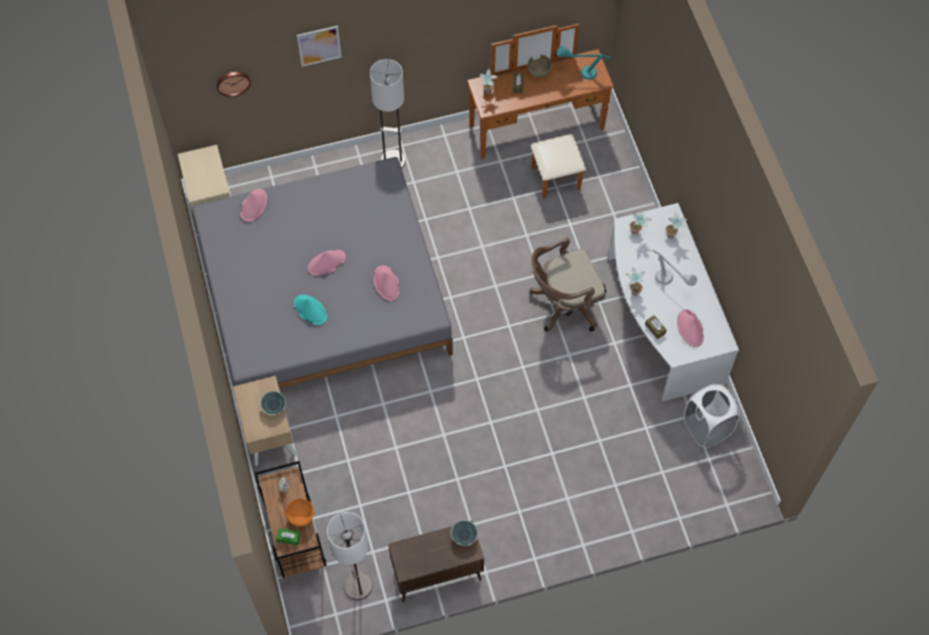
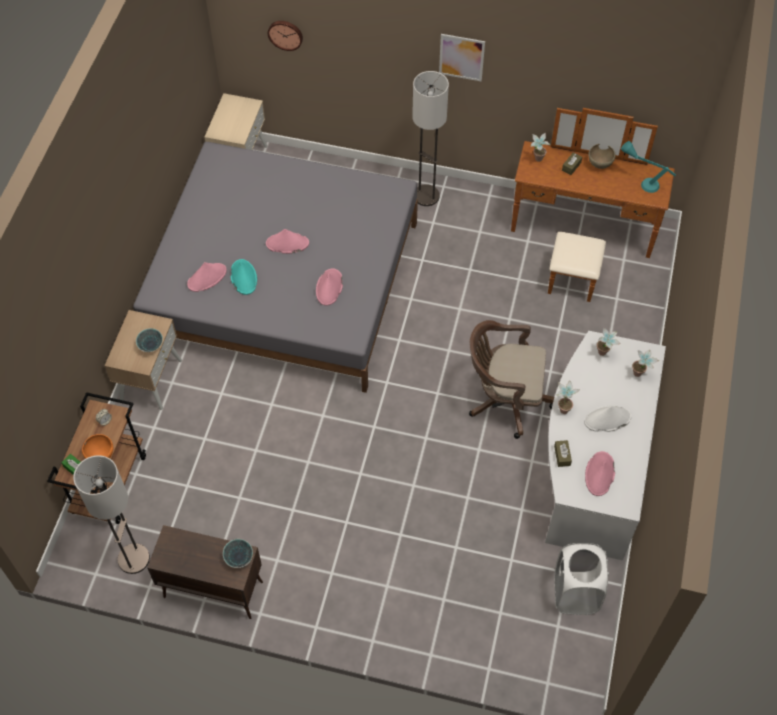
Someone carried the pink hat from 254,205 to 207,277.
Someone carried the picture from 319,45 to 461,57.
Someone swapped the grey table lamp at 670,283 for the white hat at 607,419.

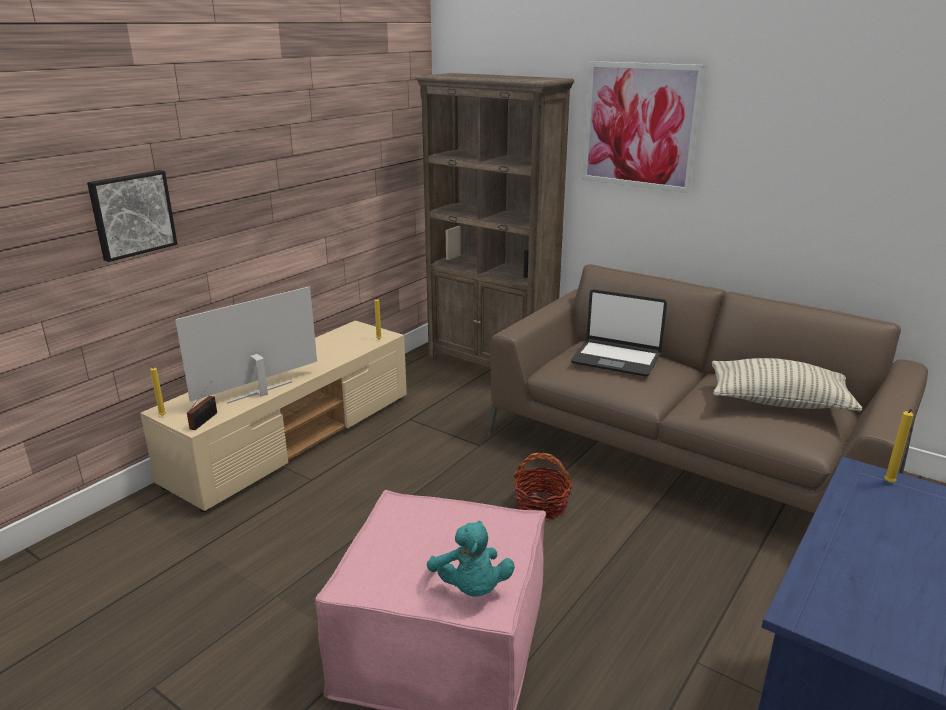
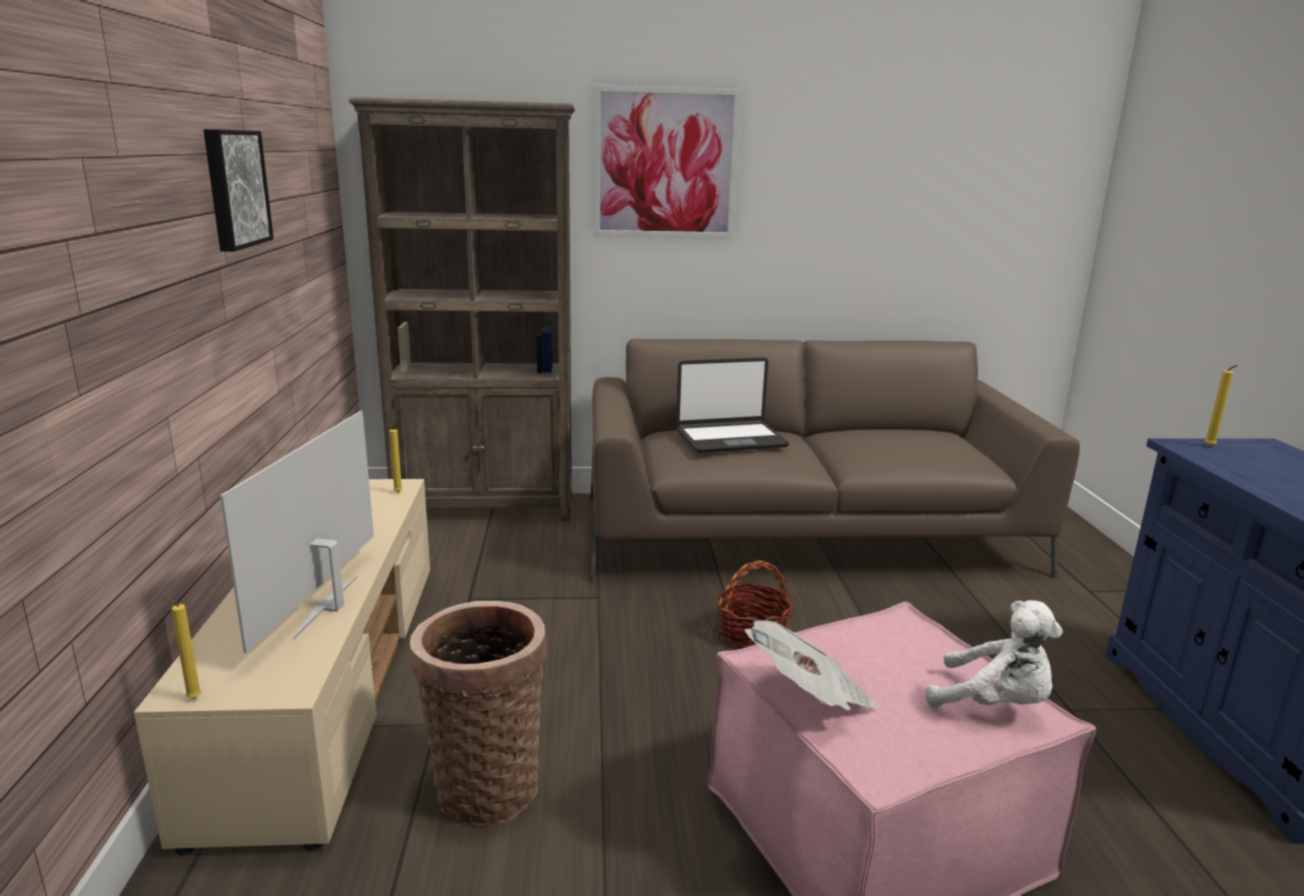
Someone carried the picture from 132,214 to 234,188.
Someone took away the radio at 205,420.
Someone repainted the turquoise plush toy at 471,589, which became the white plush toy at 994,704.
Someone took away the pillow at 778,402.
Someone put down the basket at 486,785.
Someone put down the newspaper at 808,696.

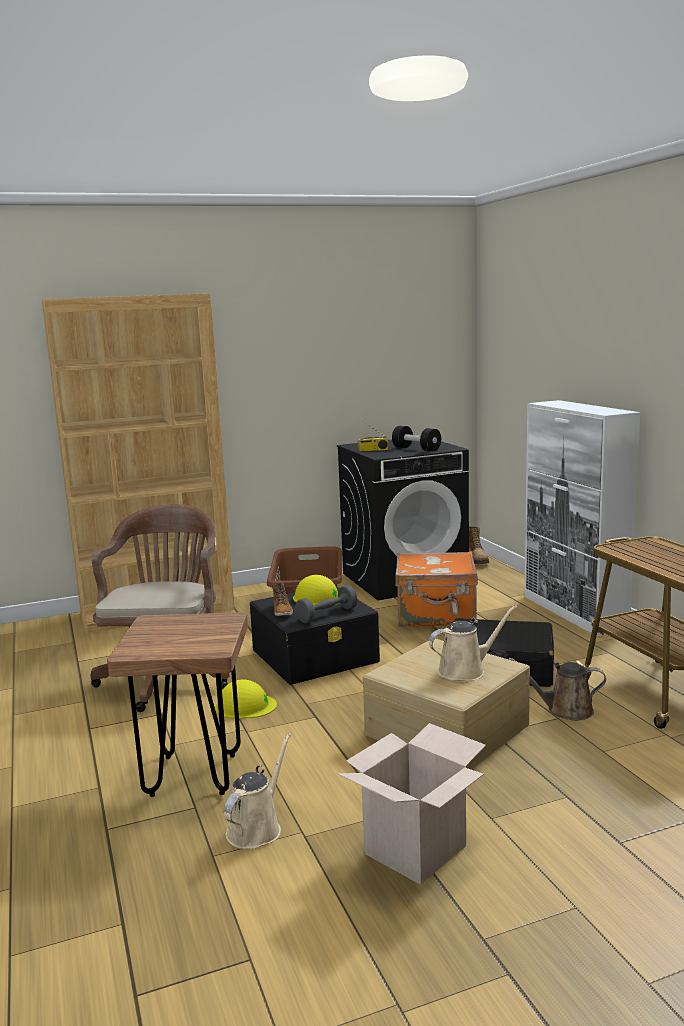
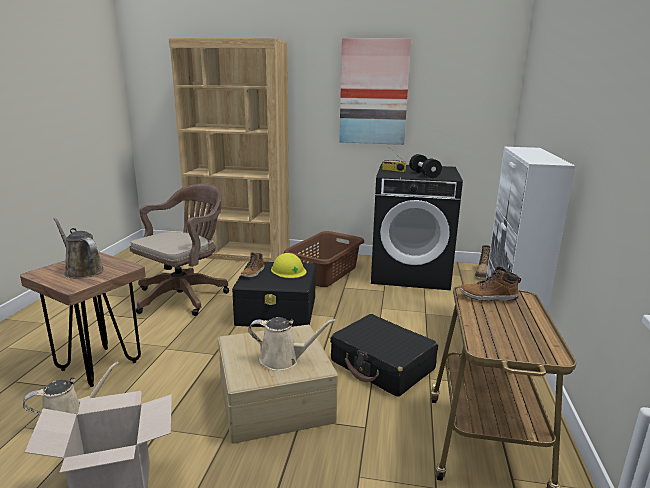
Someone took away the yellow hard hat at 245,706.
Someone took away the grey dumbbell at 327,615.
Someone took away the orange suitcase at 436,616.
Someone carried the brown watering can from 565,710 to 82,270.
Someone put up the picture at 374,92.
Someone put down the boot at 488,297.

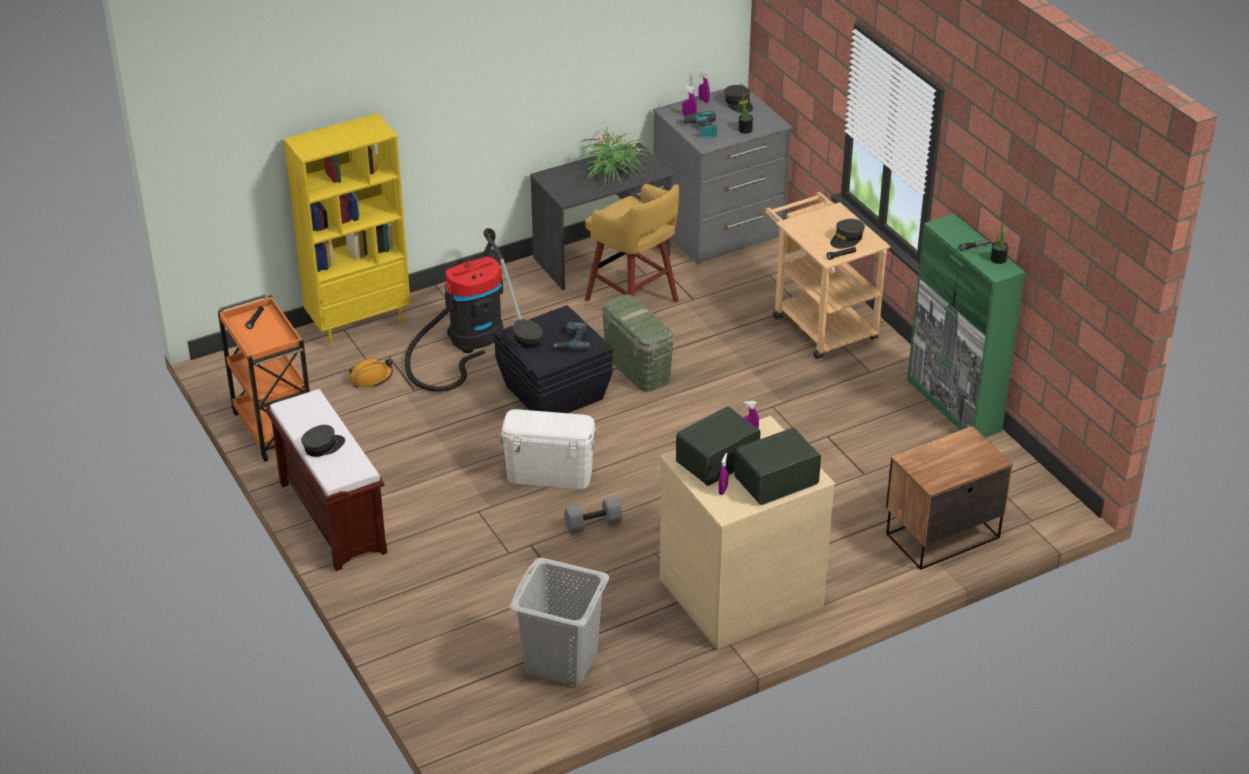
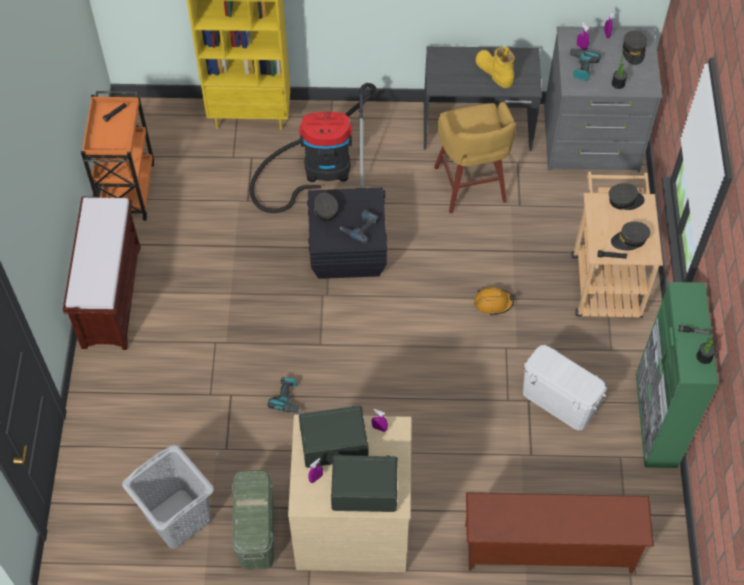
Someone carried the grey cap from 323,446 to 625,200.
Someone carried the orange hard hat from 371,378 to 493,303.
Someone carried the white storage box from 549,474 to 558,401.
Someone swapped the grey dumbbell at 593,525 for the power drill at 288,398.
Someone swapped the potted plant at 612,171 for the yellow boot at 494,72.
Someone carried the green storage box from 637,368 to 256,532.
Someone swapped the nightstand at 940,535 for the brown shoe rack at 548,550.

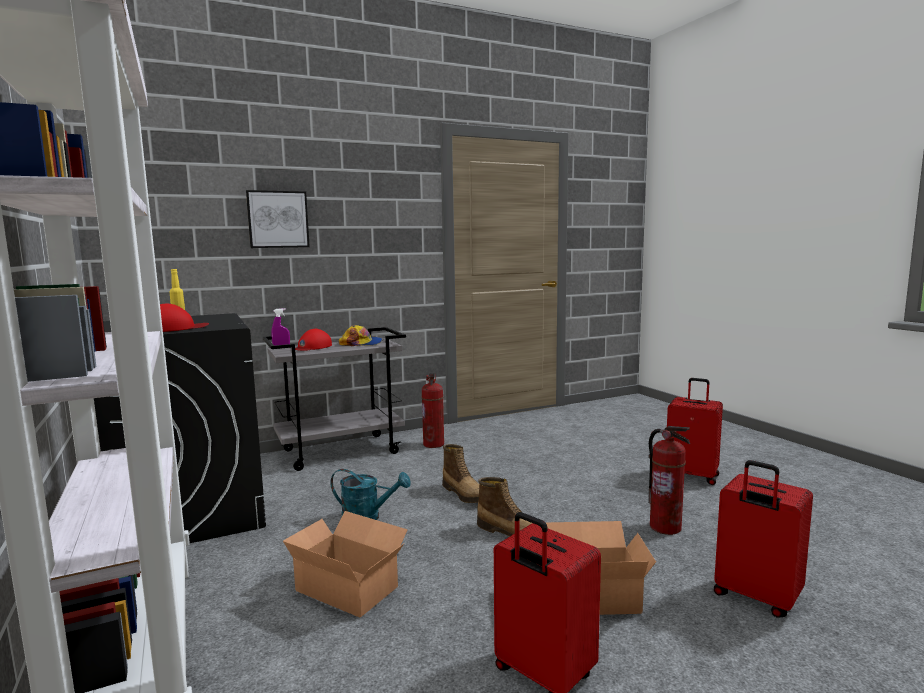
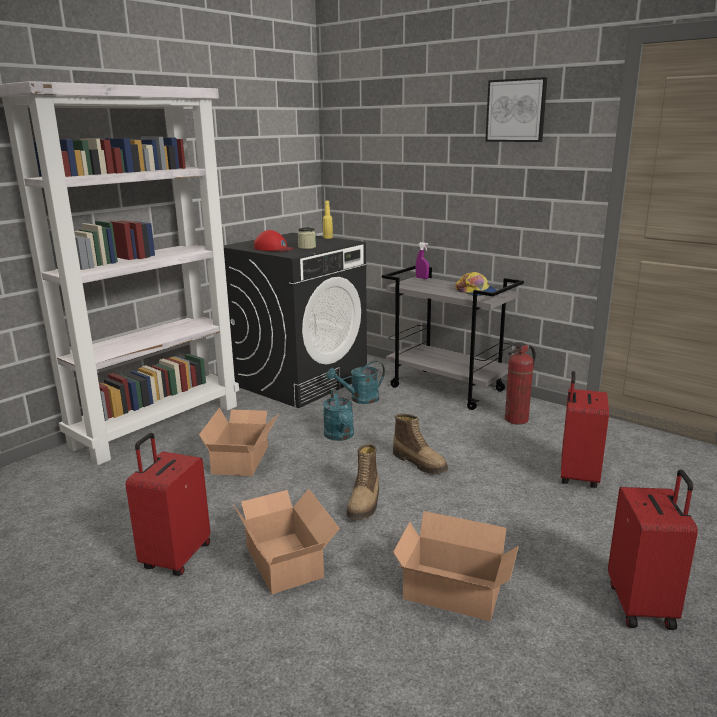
Someone carried the picture from 278,219 to 516,110.
Someone took away the red cap at 312,347.
Someone rotated the boot at 464,494 by 75 degrees counterclockwise.
Someone swapped the fire extinguisher at 665,527 for the cardboard box at 454,594.
Someone carried the red suitcase from 755,598 to 577,476.
Someone put down the jar at 307,247.
Someone put down the turquoise watering can at 359,399.

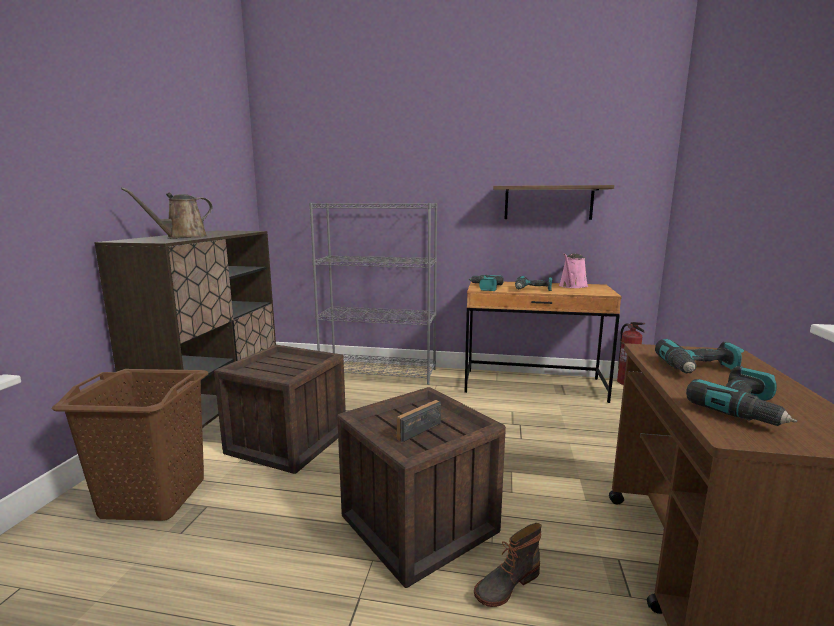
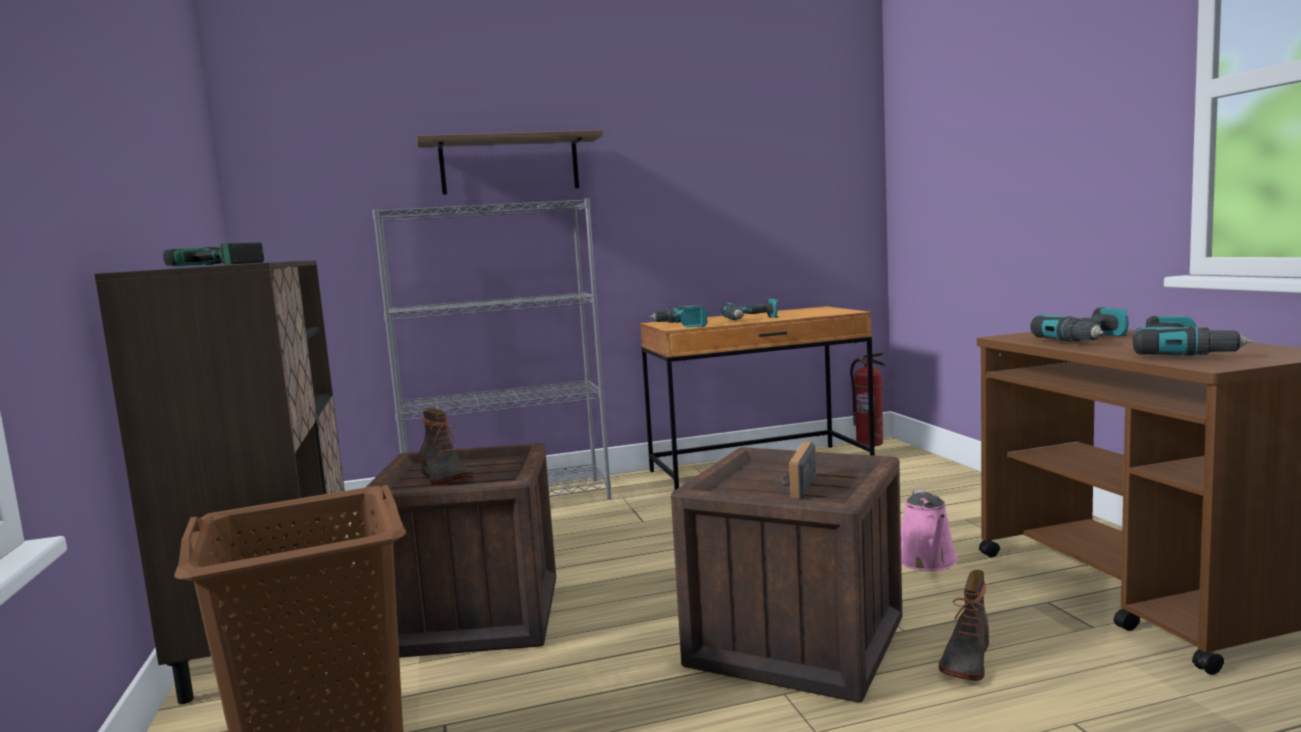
Someone swapped the brown watering can at 182,237 for the power drill at 234,264.
Someone carried the shelf from 548,203 to 509,165.
Someone carried the pink watering can from 572,286 to 928,562.
Someone put down the boot at 444,477.

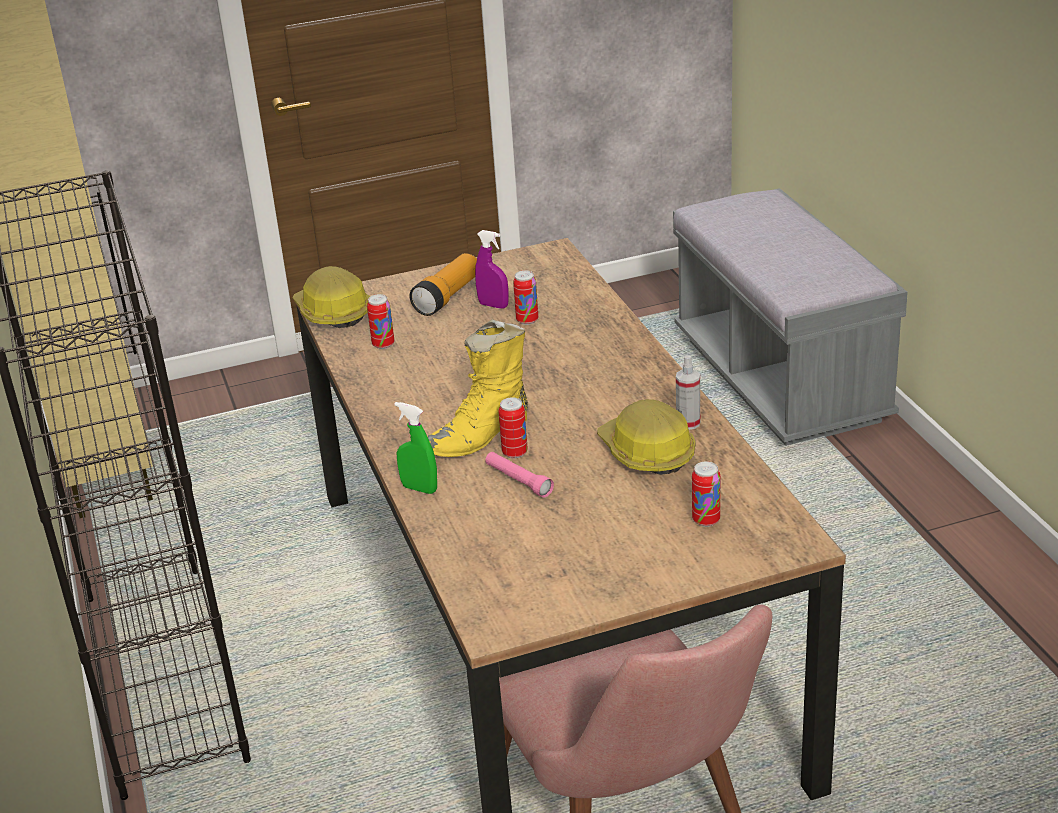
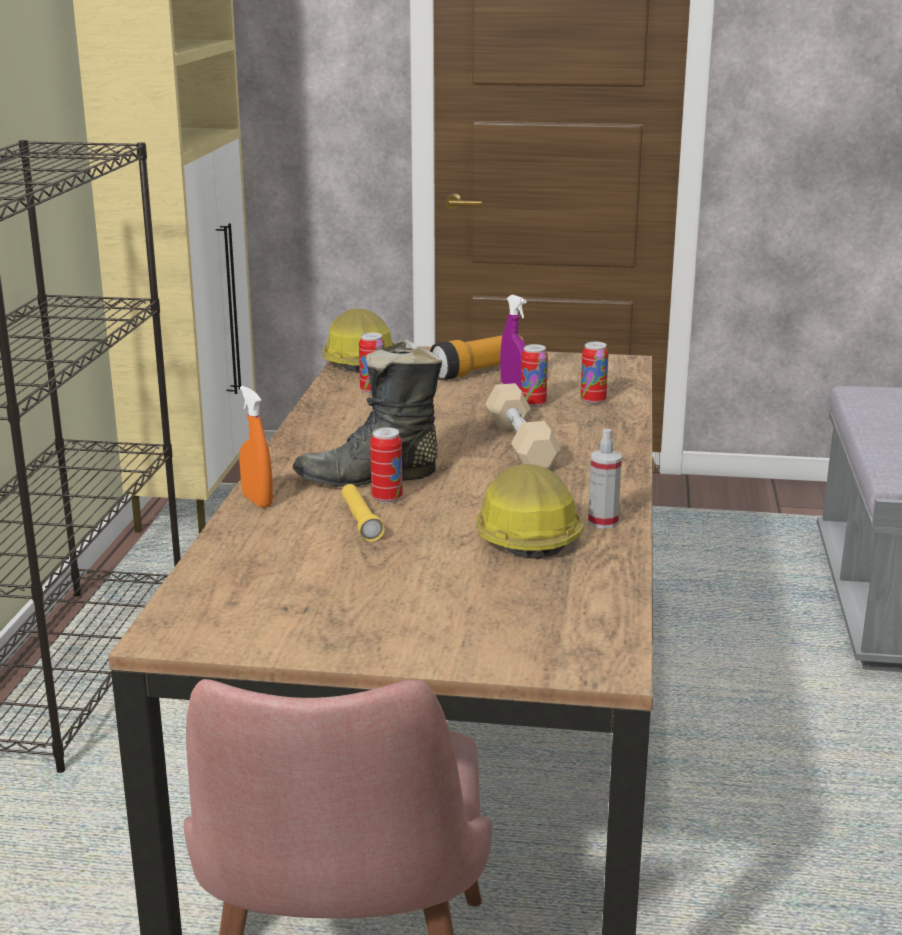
Someone repainted the green spray bottle at 419,488, which became the orange spray bottle at 257,501.
Someone repainted the yellow boot at 481,437, which became the black boot at 370,478.
Someone repainted the pink flashlight at 518,481, which became the yellow flashlight at 360,521.
Someone carried the can from 706,520 to 593,401.
Someone put down the beige dumbbell at 521,444.

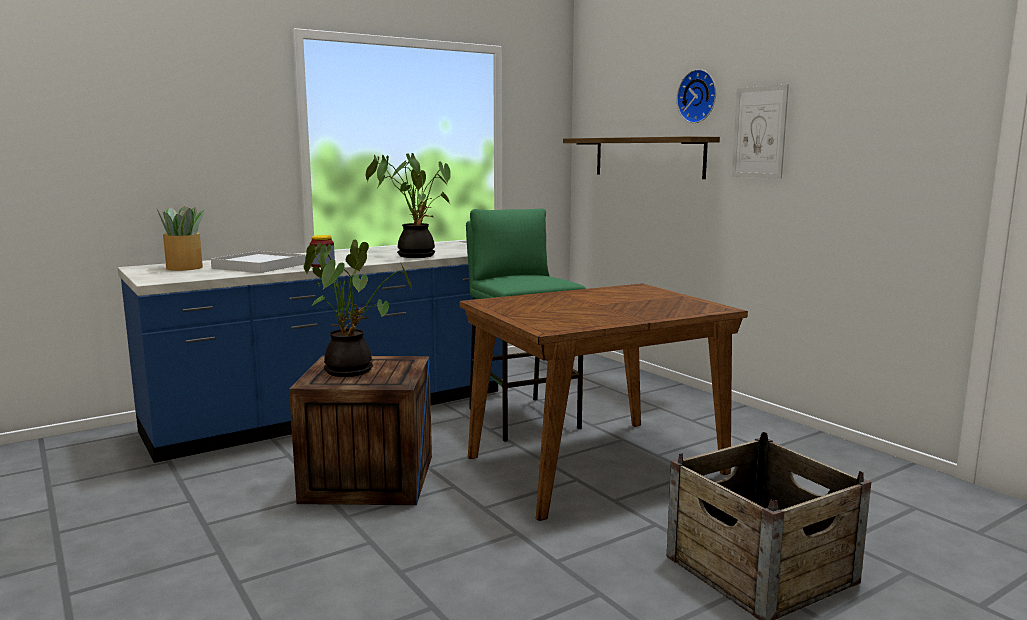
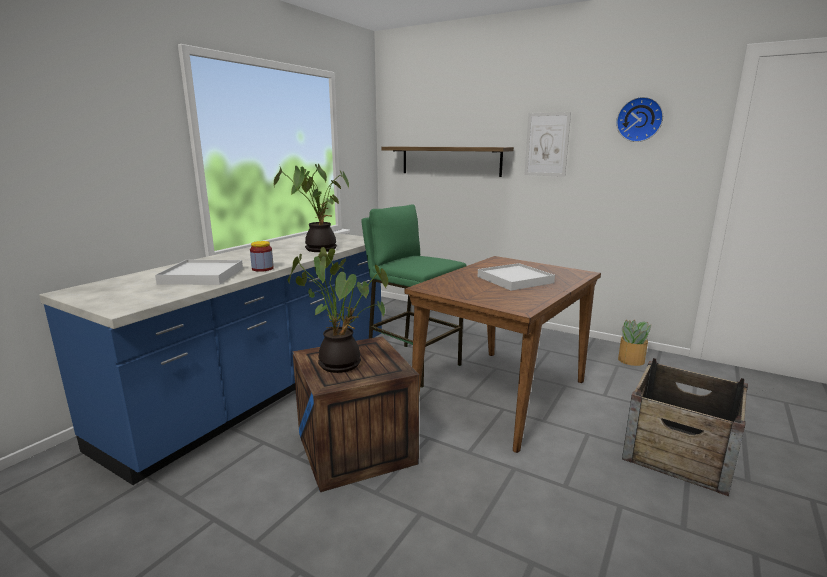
Someone carried the potted plant from 184,267 to 630,360.
Someone carried the wall clock from 699,96 to 639,119.
Someone put down the white tray at 515,279.

